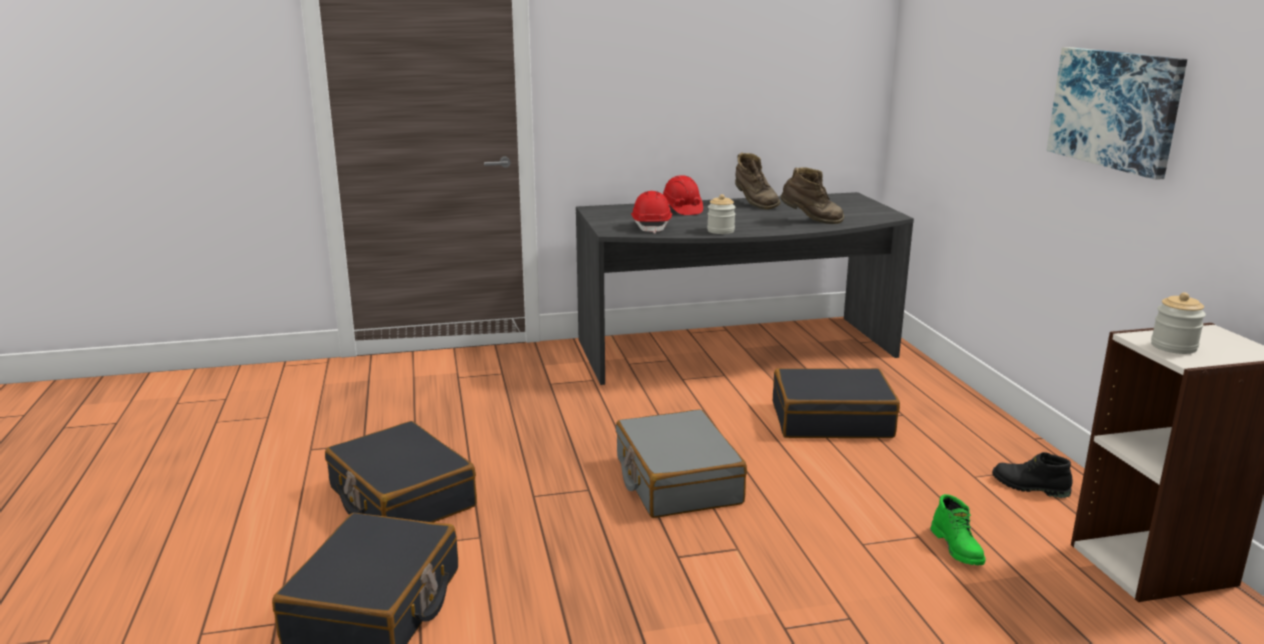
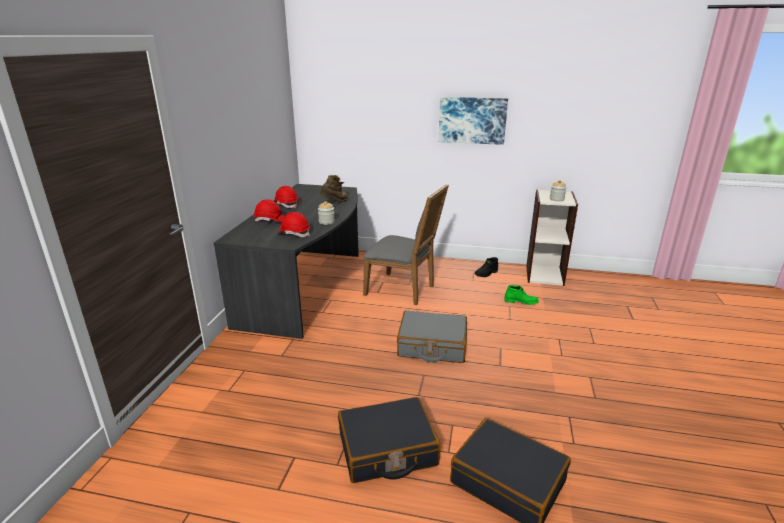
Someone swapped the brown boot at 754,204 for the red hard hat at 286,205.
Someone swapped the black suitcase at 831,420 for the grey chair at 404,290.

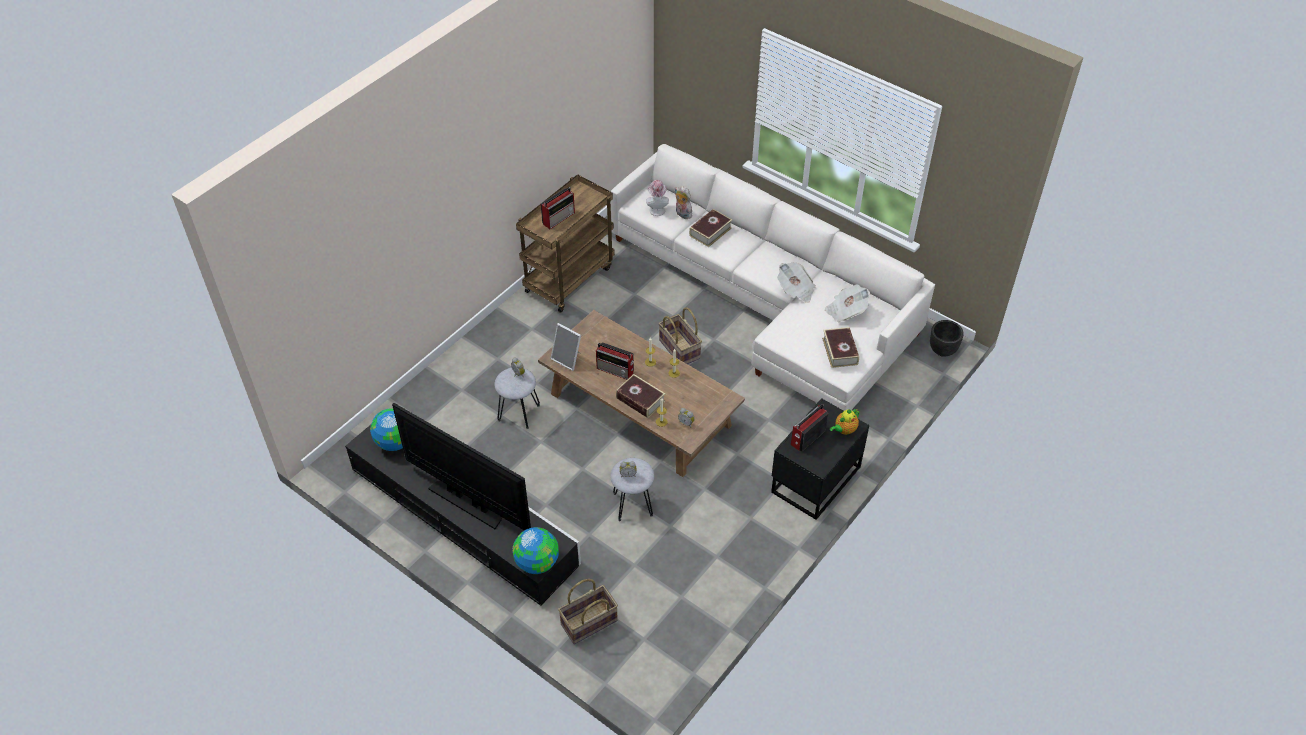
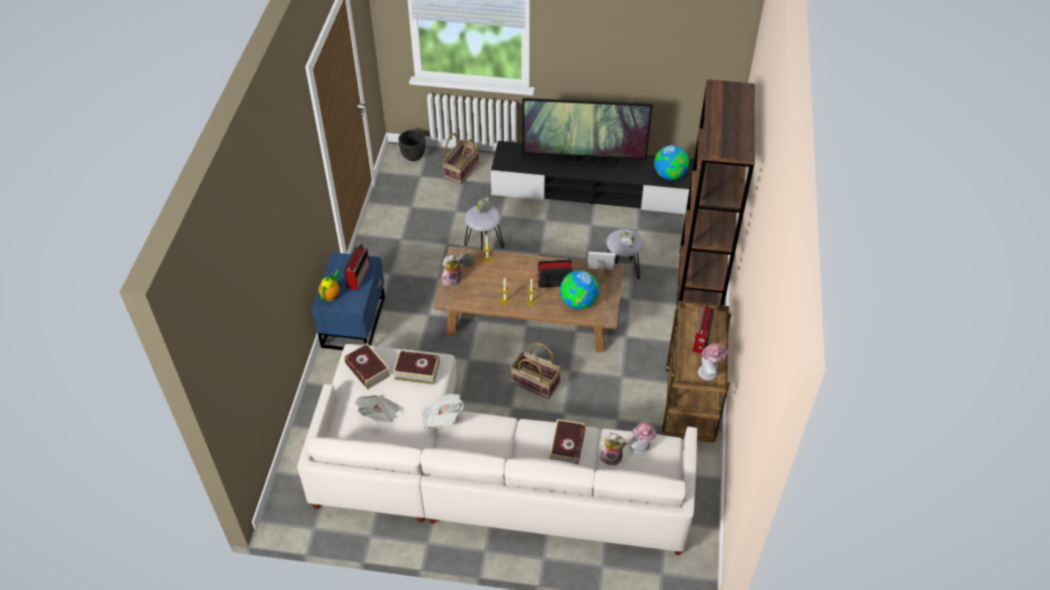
Someone carried the globe from 537,562 to 578,302.
Someone carried the book from 640,400 to 417,371.
Someone repainted the black nightstand at 813,479, which became the blue nightstand at 355,321.
Someone carried the black planter from 942,350 to 413,156.
Someone put down the plush toy at 452,280.
Someone put down the brown bookcase at 698,290.
Someone put down the hat at 709,372.

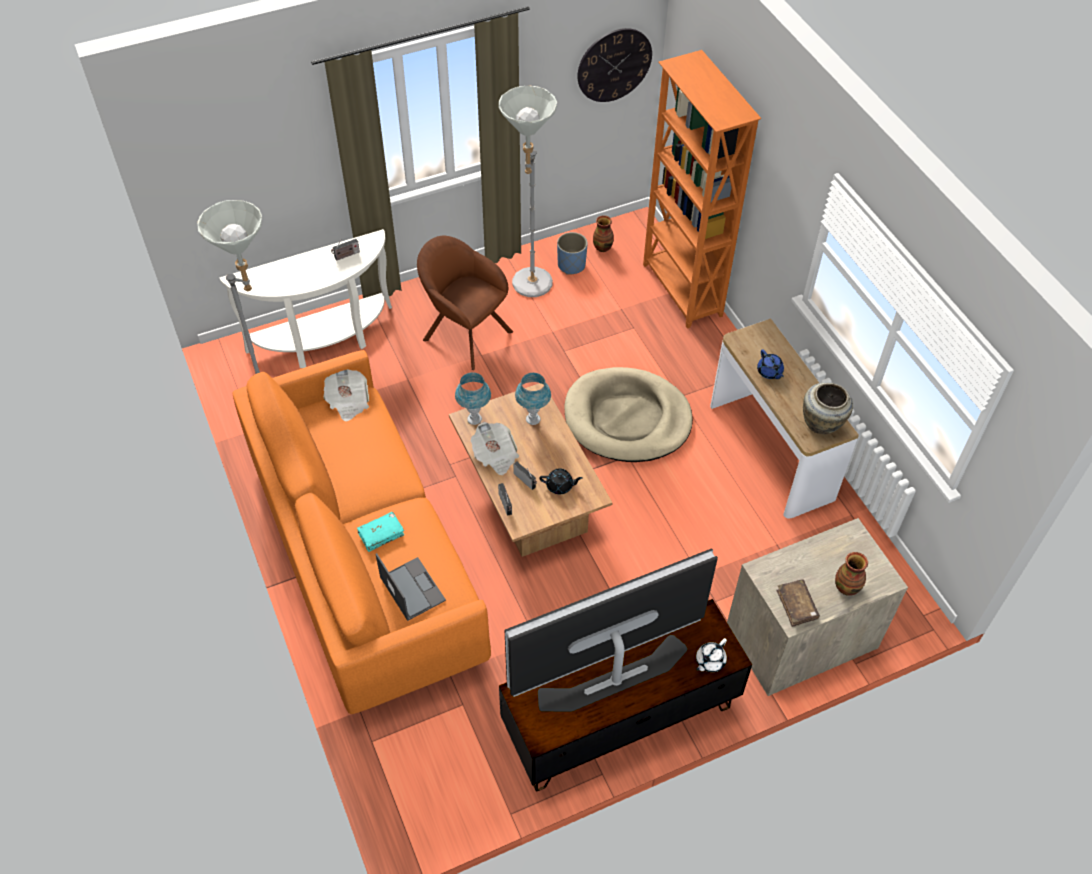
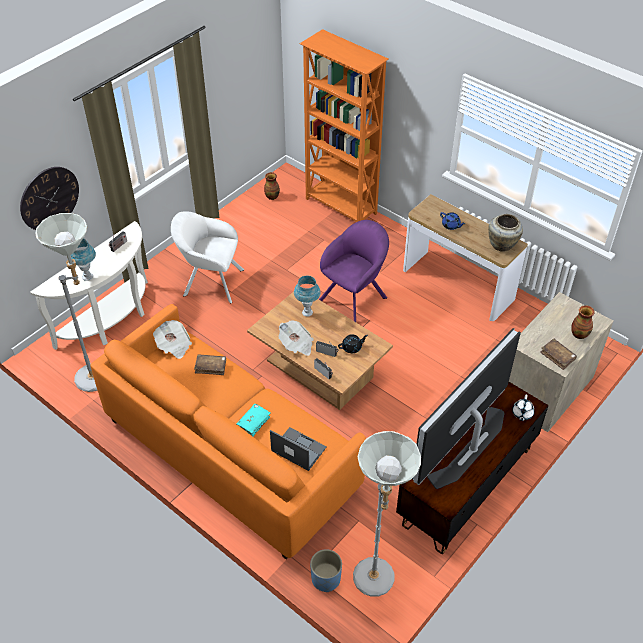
Someone repainted the brown armchair at 464,333, which became the white armchair at 210,281.
Someone carried the blue table lamp from 474,419 to 87,277.
Someone carried the grey floor lamp from 529,289 to 375,586.
Someone carried the blue planter from 571,265 to 325,579.
Someone swapped the beige dog bed at 627,419 for the purple armchair at 355,297.
Someone carried the wall clock from 614,65 to 49,198.
Someone put down the brown book at 211,367.

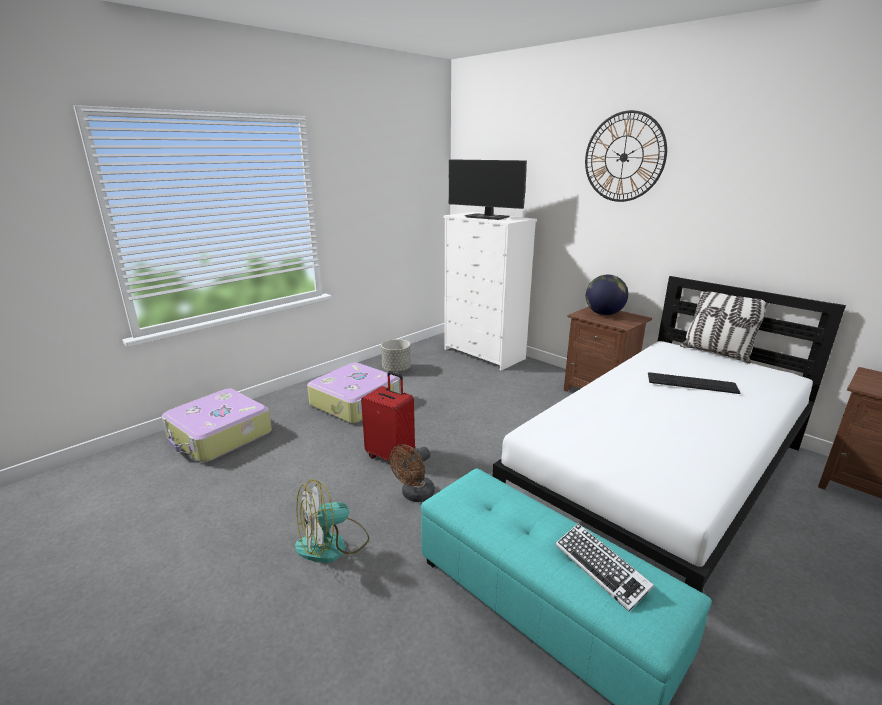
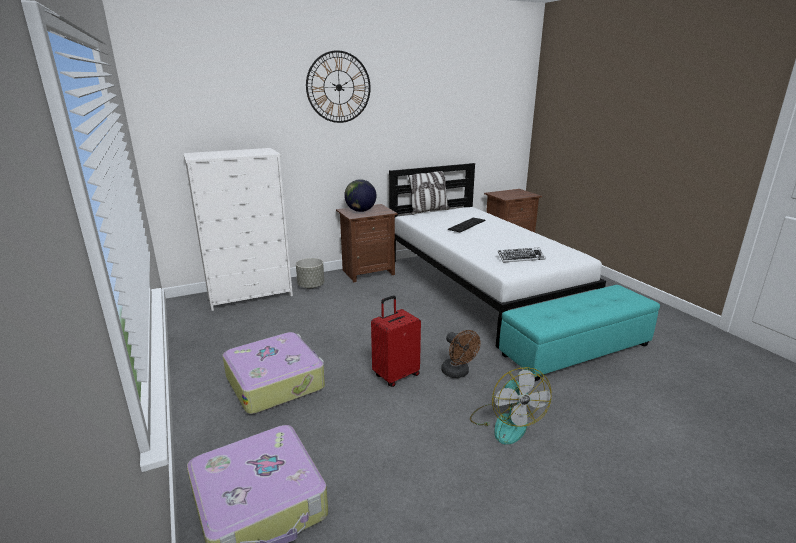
Someone carried the grey planter from 396,369 to 311,286.
Someone took away the monitor at 488,217.
Someone carried the keyboard from 601,569 to 521,258.

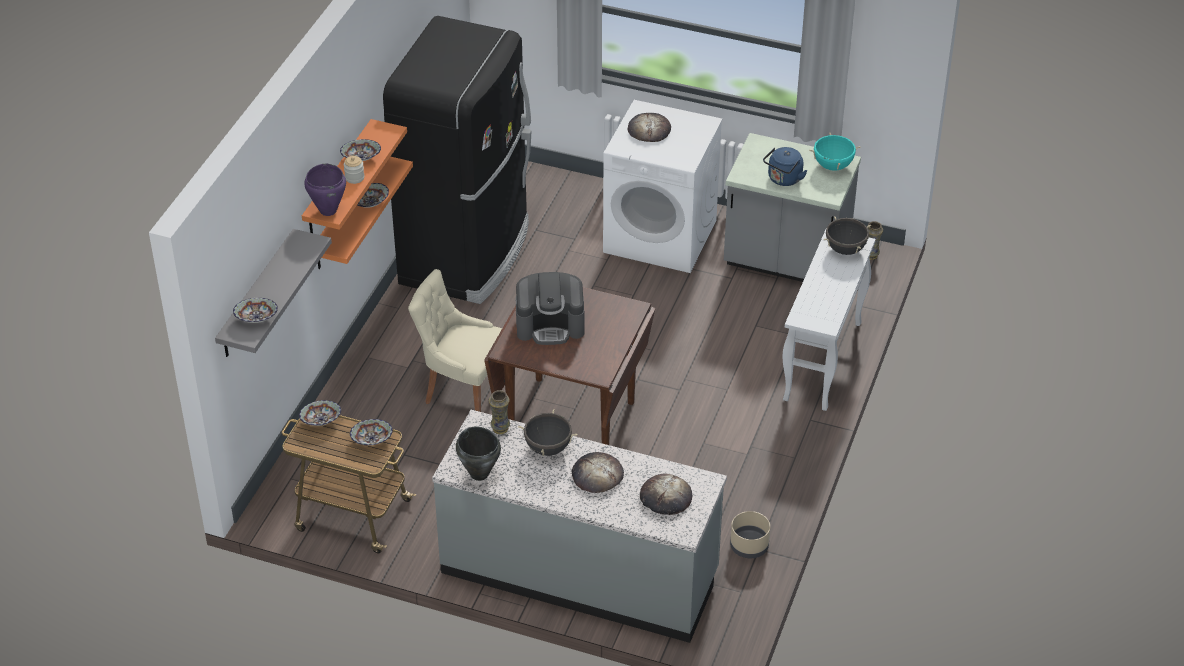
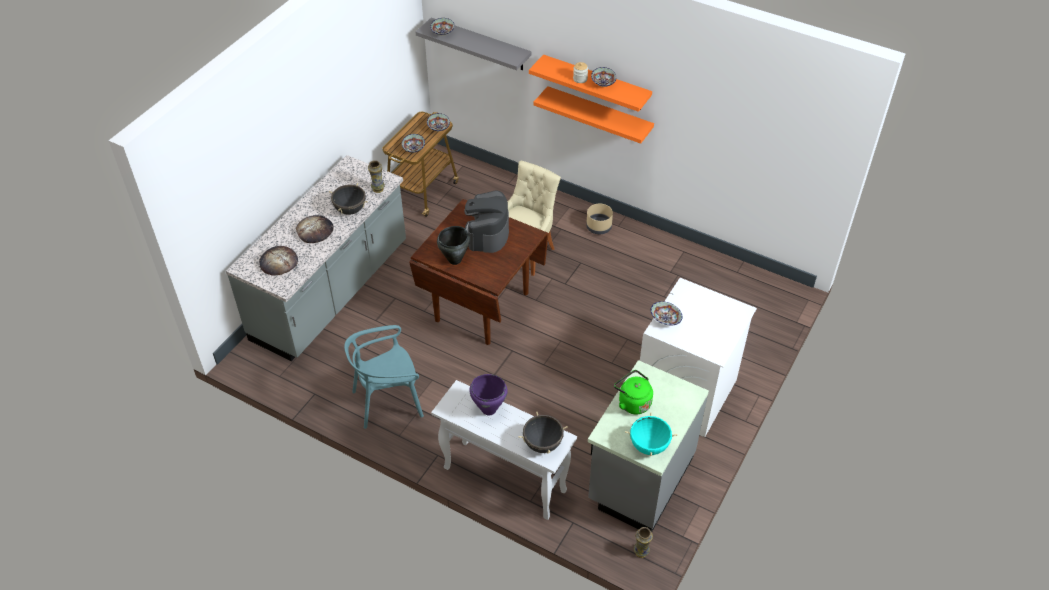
Someone carried the purple cooking pot from 328,211 to 488,409.
Someone carried the bowl from 371,203 to 665,319.
Someone took away the black fridge at 467,253.
Someone carried the black cooking pot from 479,474 to 455,260.
Someone took away the bread at 649,129.
Someone carried the beige planter from 749,546 to 598,227.
Someone repainted the blue kettle at 783,179, which became the green kettle at 632,402.
Someone put down the turquoise chair at 388,401.

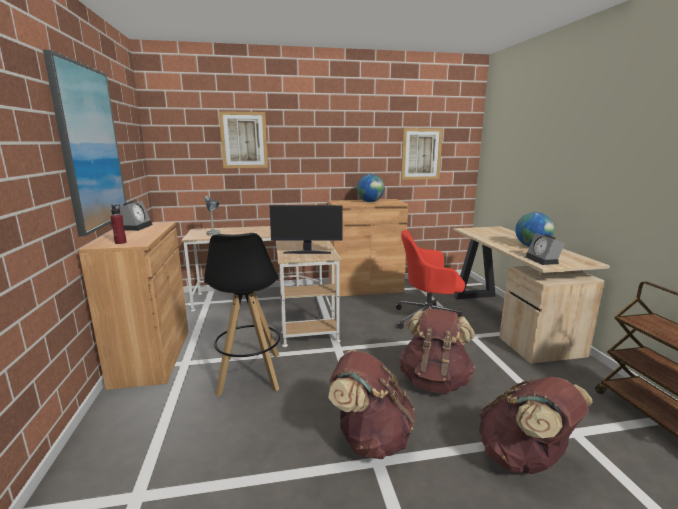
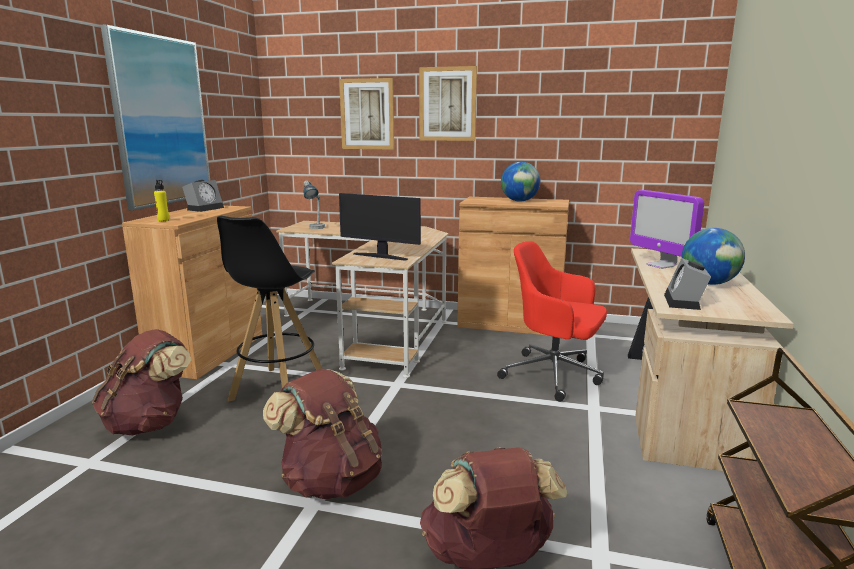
Someone repainted the red bottle at 120,242, which became the yellow bottle at 163,220.
Someone carried the brown backpack from 434,381 to 149,424.
Someone carried the picture from 421,154 to 447,104.
Someone put down the monitor at 661,265.

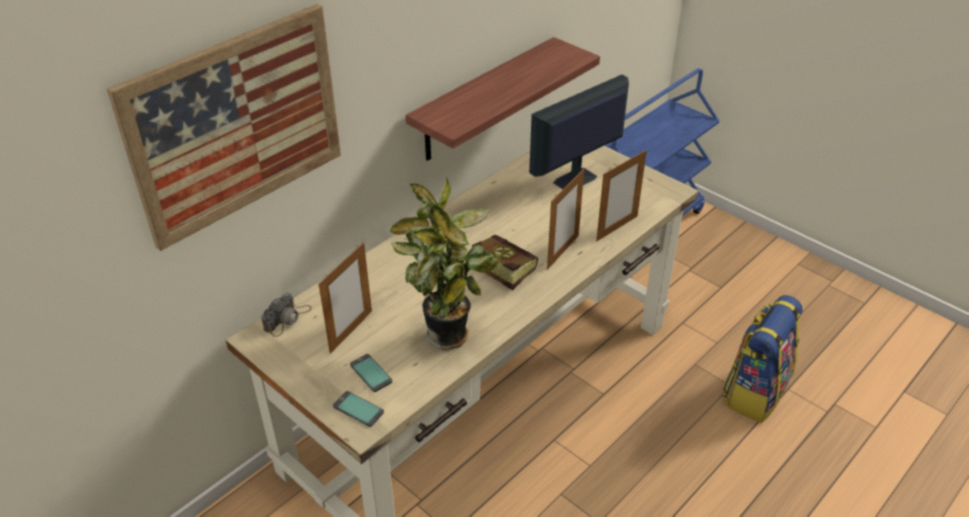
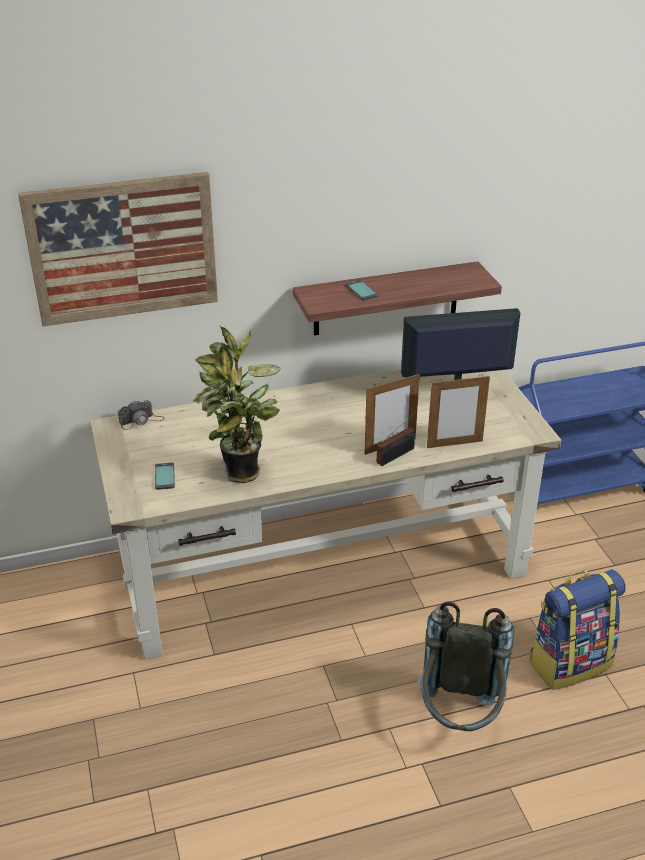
Someone took away the picture frame at 351,331.
Someone carried the phone from 358,409 to 361,291.
Someone took away the book at 498,270.
Someone put down the radio at 397,455.
Someone put down the grey backpack at 459,719.

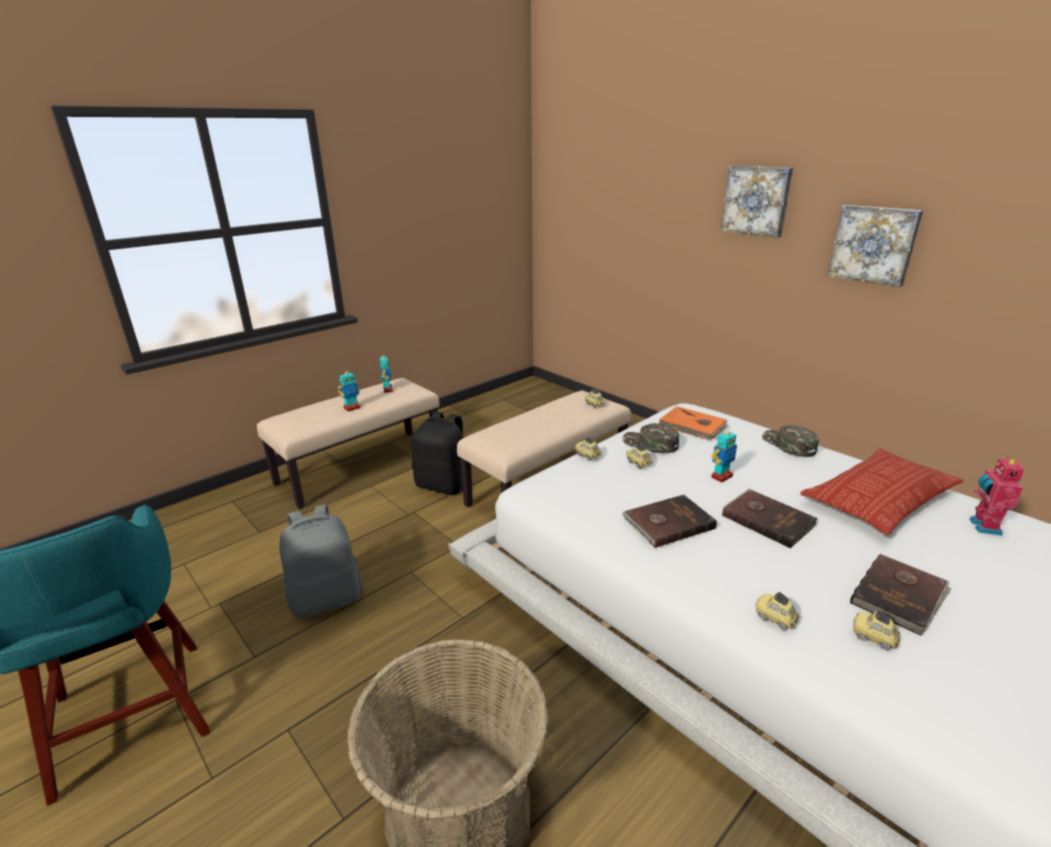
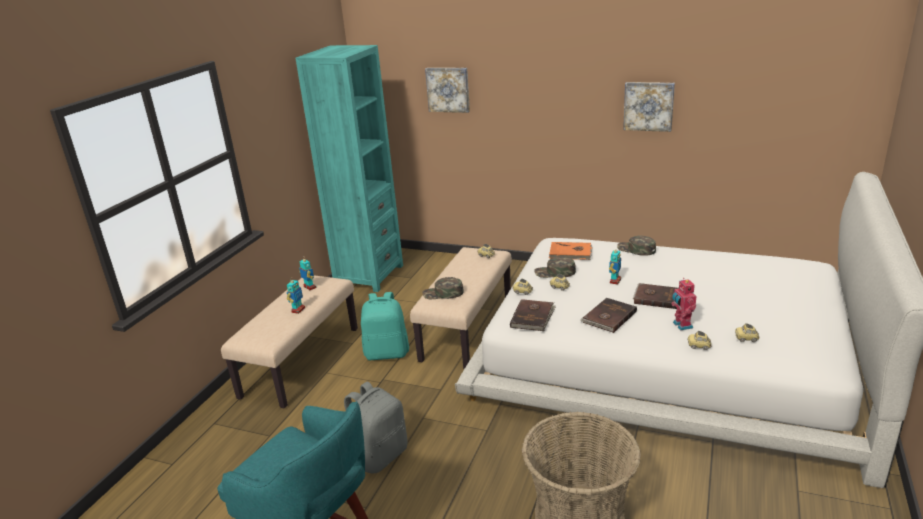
Someone repainted the black backpack at 444,485, which became the turquoise backpack at 387,353.
Someone carried the picture from 756,200 to 448,89.
Someone took away the pillow at 879,498.
Someone carried the brown book from 899,596 to 533,317.
Someone carried the toy robot from 983,526 to 681,325.
Someone put down the turquoise bookcase at 369,275.
Someone put down the green cap at 443,293.

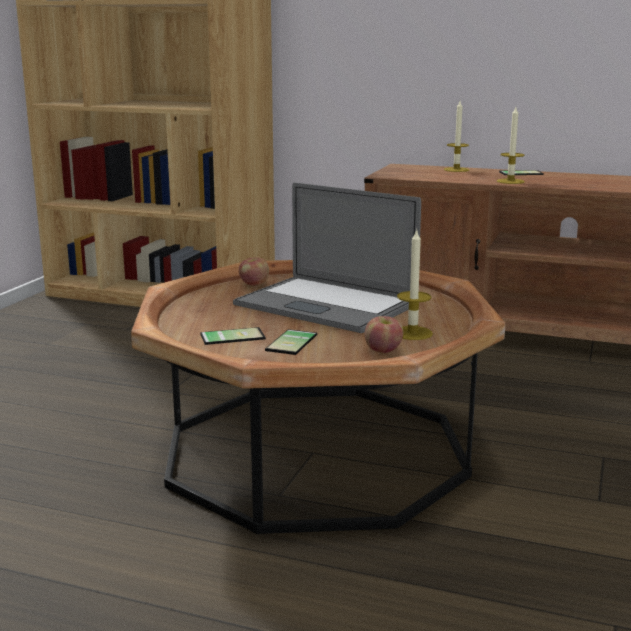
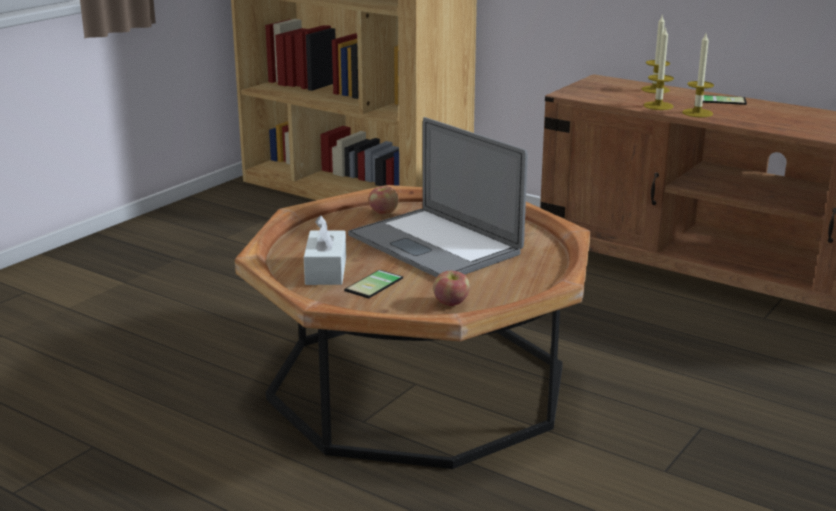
Someone swapped the phone at 232,335 for the white tissue box at 326,270.
Someone carried the candle from 412,333 to 658,106.

